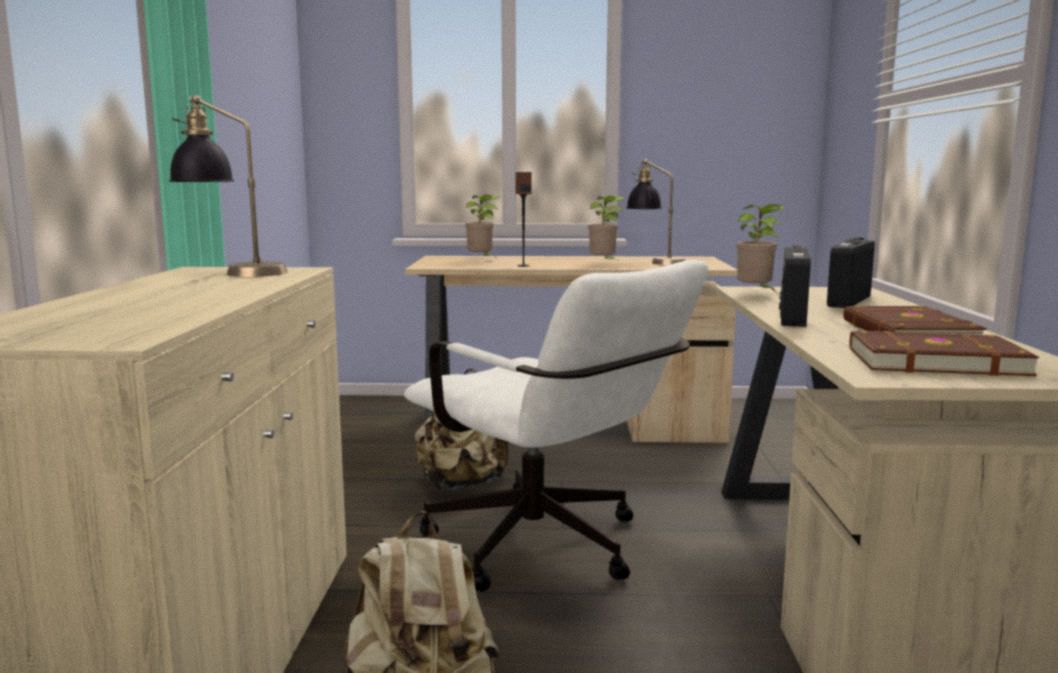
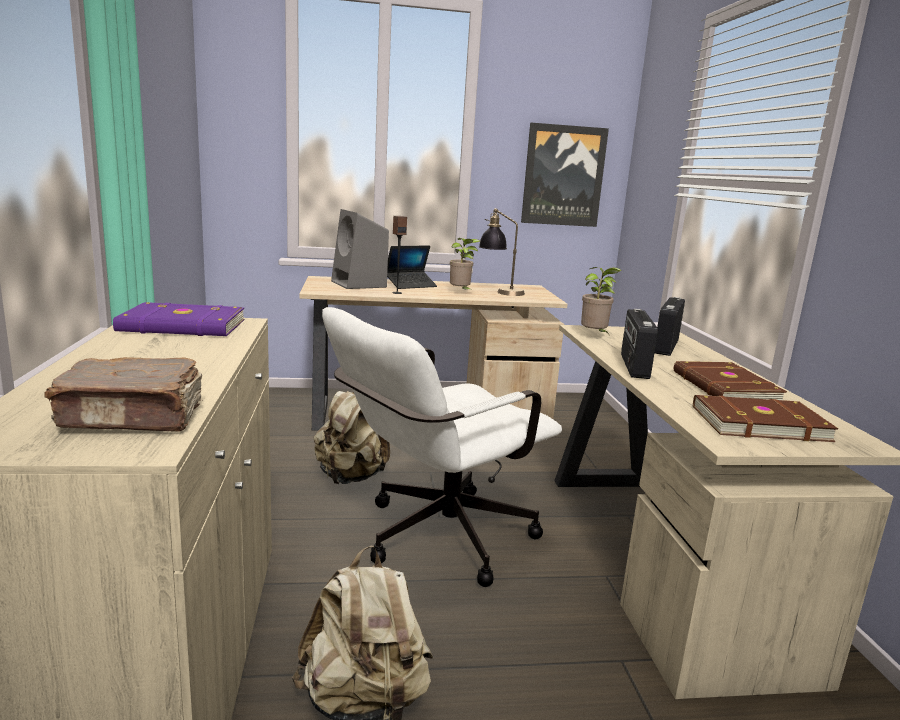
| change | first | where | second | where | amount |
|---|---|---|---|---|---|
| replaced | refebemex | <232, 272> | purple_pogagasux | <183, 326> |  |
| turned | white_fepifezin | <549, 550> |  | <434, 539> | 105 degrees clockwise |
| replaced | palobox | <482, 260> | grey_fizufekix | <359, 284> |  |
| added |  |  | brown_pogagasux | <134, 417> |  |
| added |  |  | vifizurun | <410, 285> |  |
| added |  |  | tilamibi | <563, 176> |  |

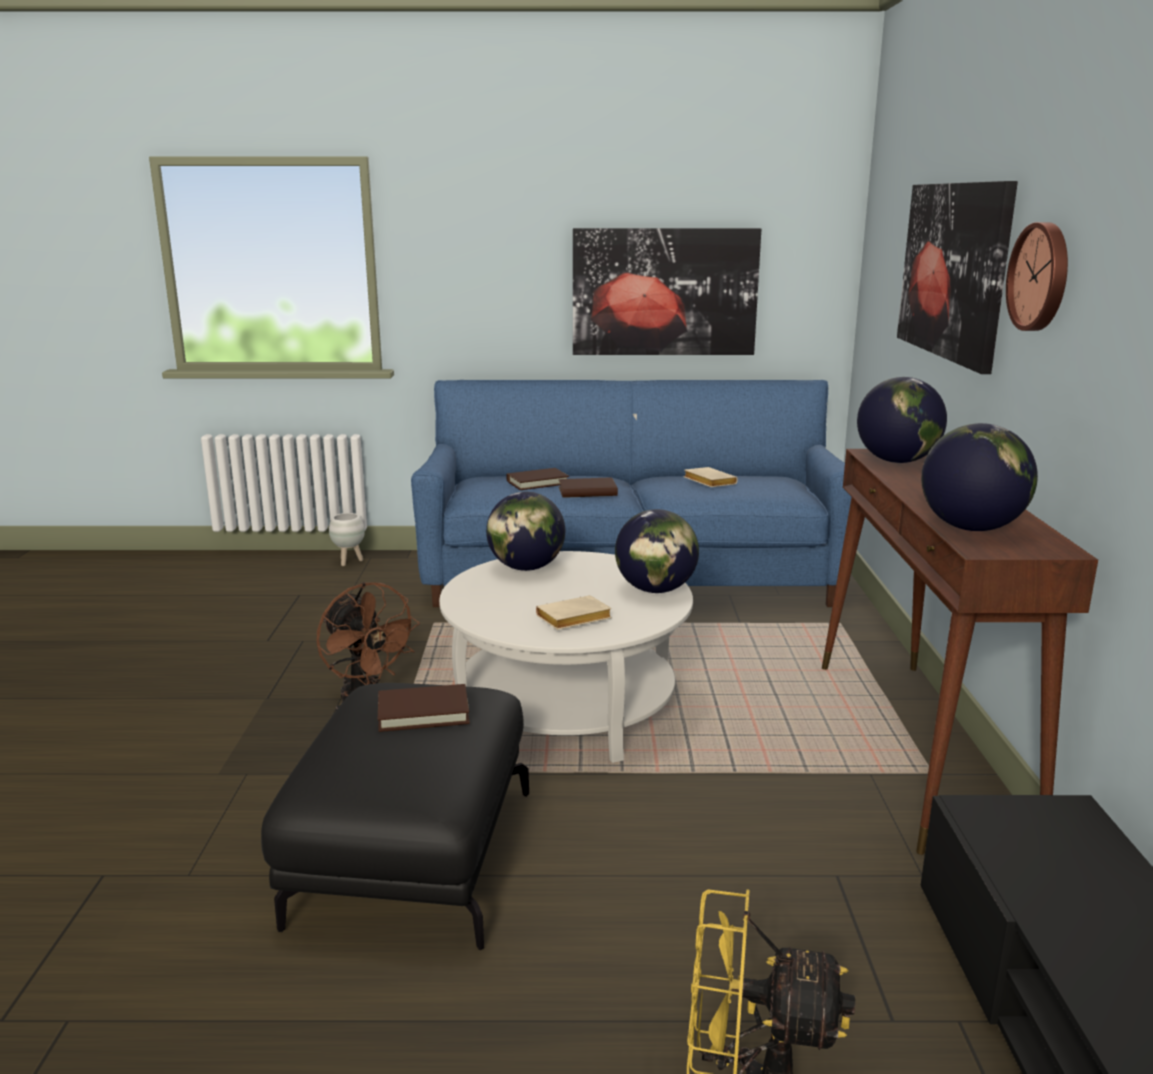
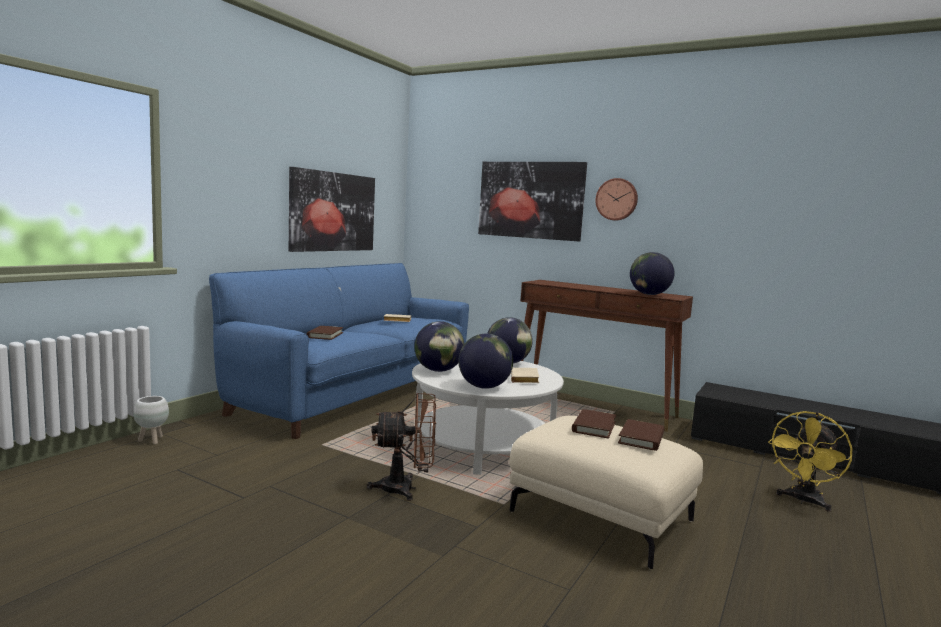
| change | first | where | second | where | amount |
|---|---|---|---|---|---|
| recoloured | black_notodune | <411, 855> | beige_notodune | <599, 517> |  |
| moved | brown_pogagasux | <587, 492> |  | <641, 438> |  |
| moved | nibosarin | <897, 461> |  | <484, 387> |  |

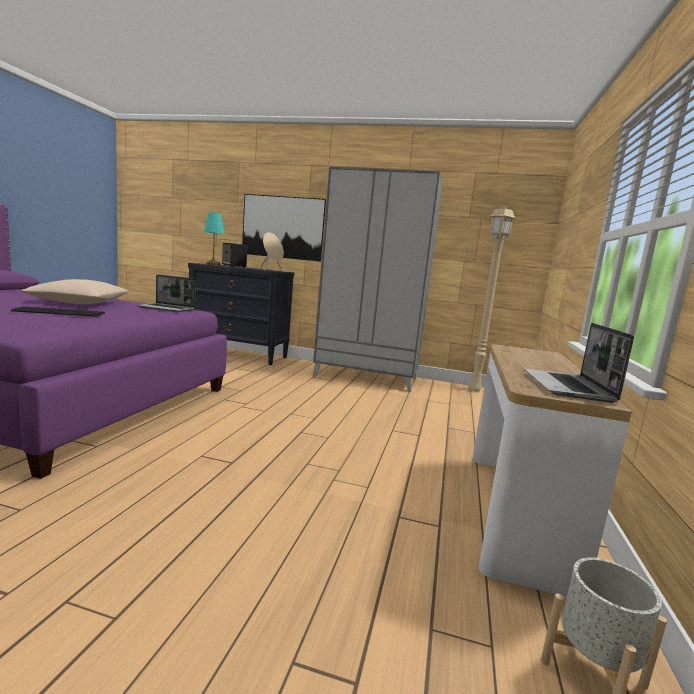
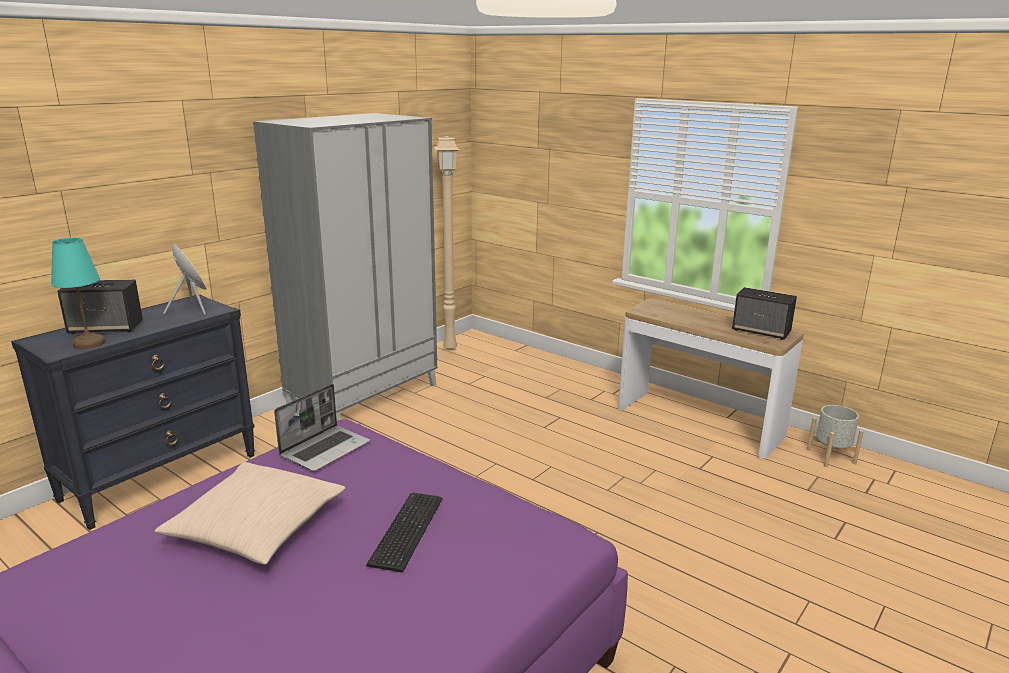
| change | first | where | second | where | amount |
|---|---|---|---|---|---|
| removed | tilamibi | <282, 227> |  |  |  |
| replaced | vifizurun | <568, 387> | fizufekix | <761, 331> |  |

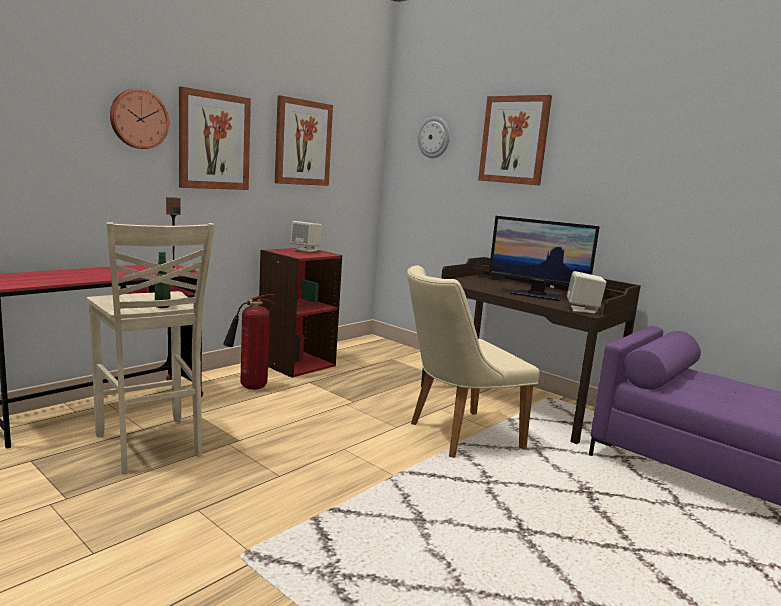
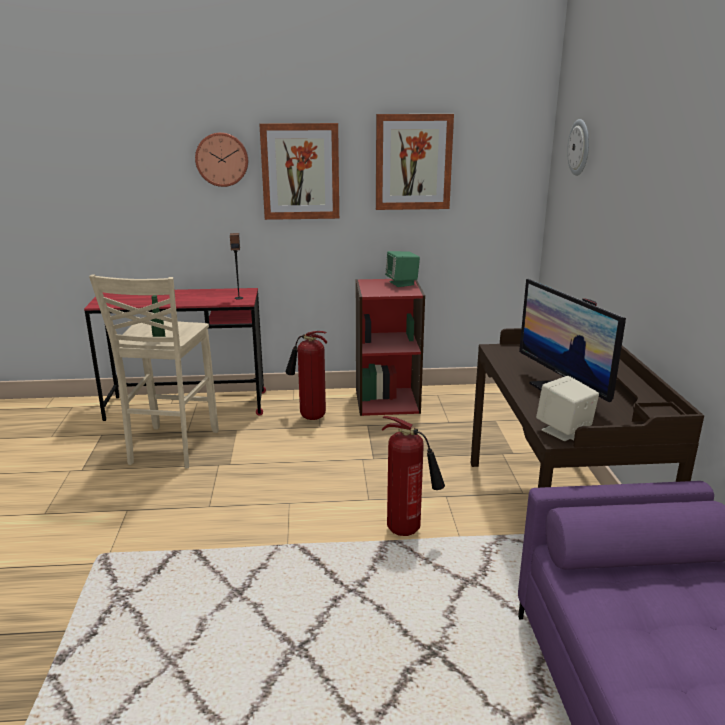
| change | first | where | second | where | amount |
|---|---|---|---|---|---|
| recoloured | beige_fizufekix | <306, 250> | green_fizufekix | <402, 283> |  |
| replaced | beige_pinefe | <455, 436> | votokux | <408, 530> |  |
| removed | tilamibi | <514, 140> |  |  |  |

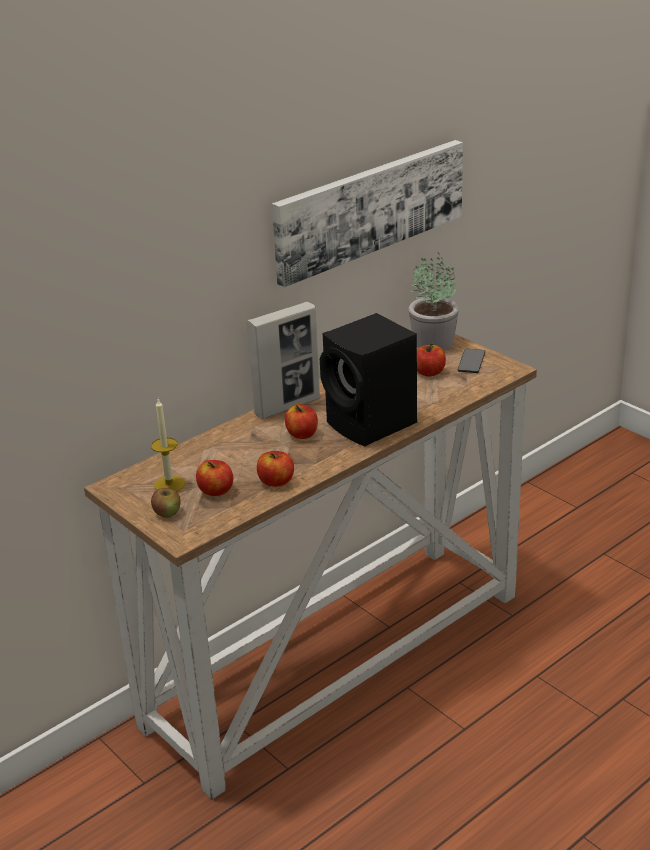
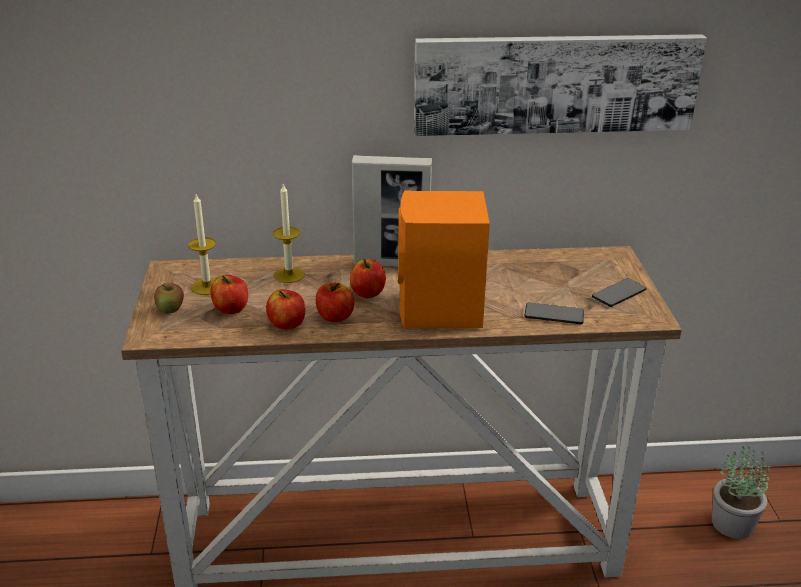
| change | first | where | second | where | amount |
|---|---|---|---|---|---|
| recoloured | black_fizufekix | <372, 425> | orange_fizufekix | <440, 312> |  |
| moved | palobox | <432, 341> |  | <732, 522> |  |
| moved | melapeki | <429, 372> |  | <335, 316> |  |
| added |  |  | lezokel | <289, 275> |  |
| added |  |  | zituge | <554, 315> |  |

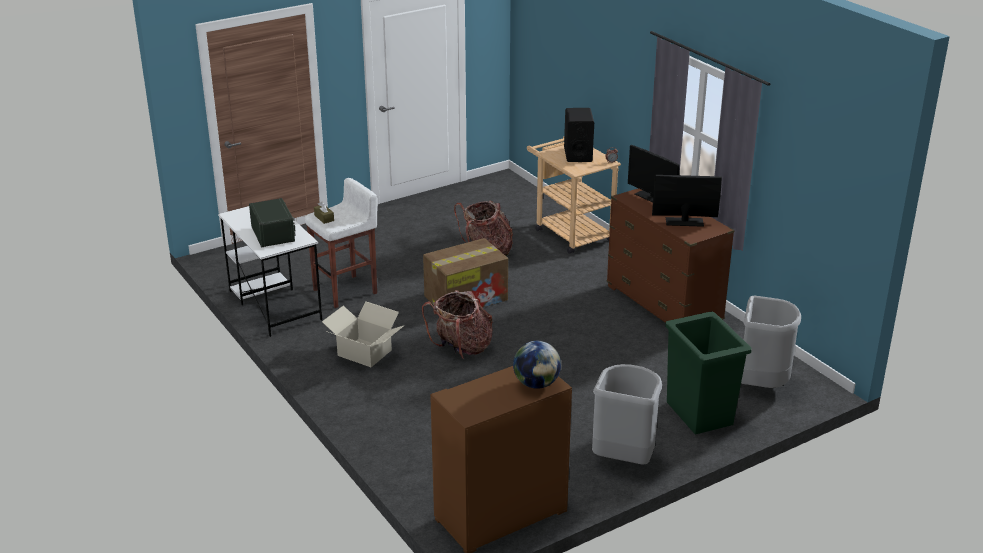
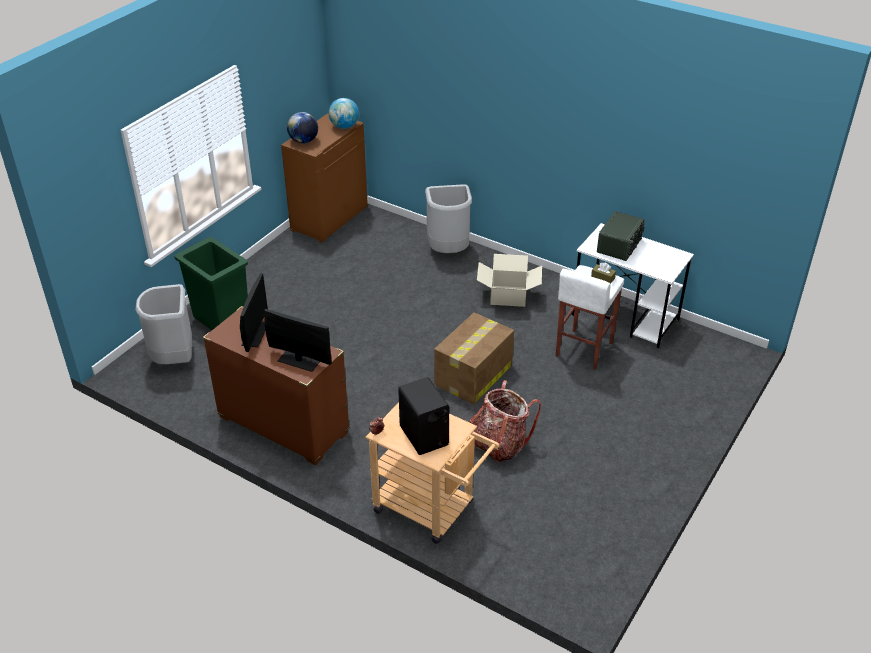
| change | first | where | second | where | amount |
|---|---|---|---|---|---|
| turned | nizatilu | <274, 234> |  | <620, 246> | 105 degrees counterclockwise |
| removed | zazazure | <462, 348> |  |  |  |
| moved | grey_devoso | <624, 459> |  | <448, 251> |  |
| turned | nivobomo | <684, 222> |  | <255, 334> | 60 degrees counterclockwise |
| added |  |  | nibosarin | <344, 126> |  |

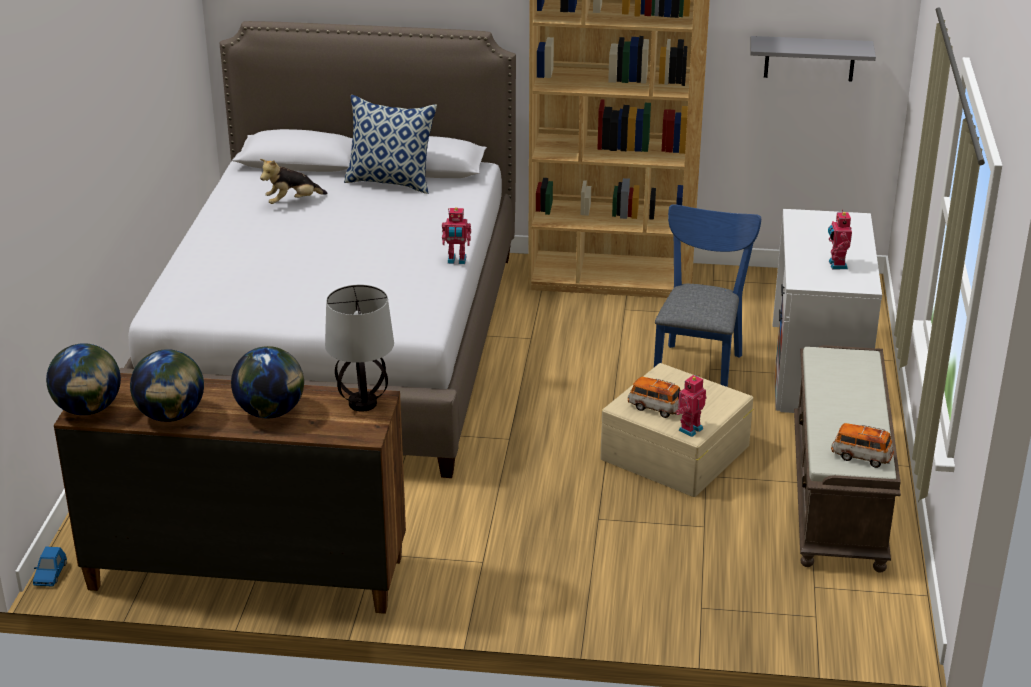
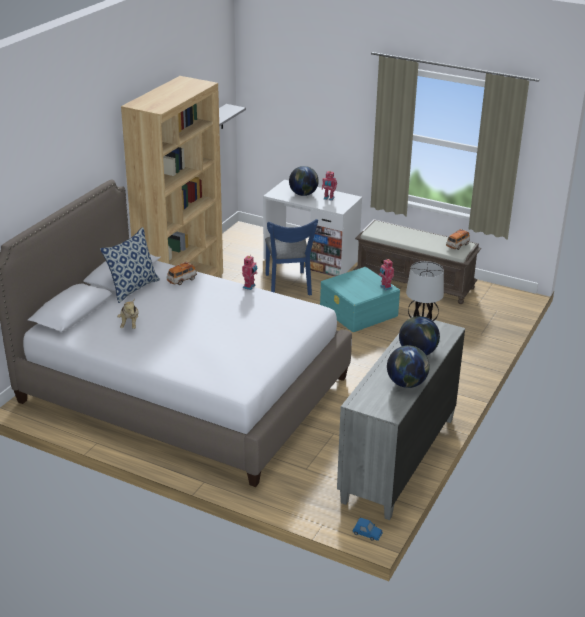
| change | first | where | second | where | amount |
|---|---|---|---|---|---|
| moved | nibosarin | <88, 409> |  | <303, 194> |  |
| recoloured | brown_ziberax | <245, 572> | grey_ziberax | <398, 459> |  |
| recoloured | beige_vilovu | <674, 452> | turquoise_vilovu | <359, 312> |  |
| moved | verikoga | <655, 408> |  | <181, 280> |  |
| turned | blue_pinefe | <698, 367> |  | <288, 287> | 135 degrees counterclockwise |

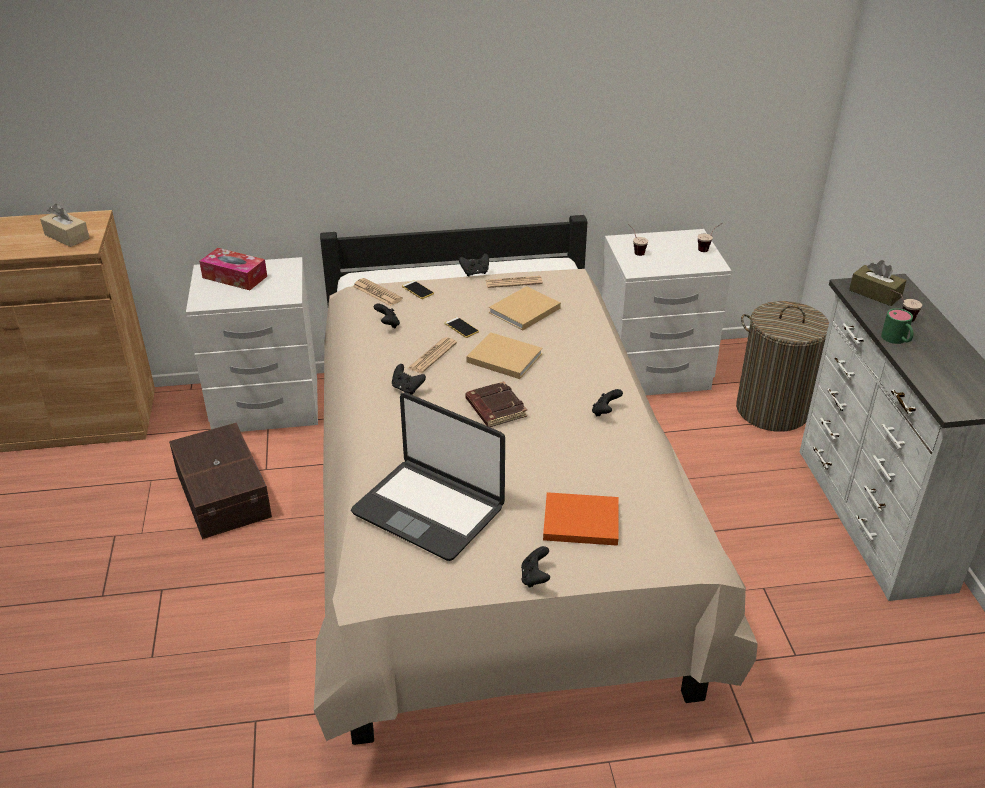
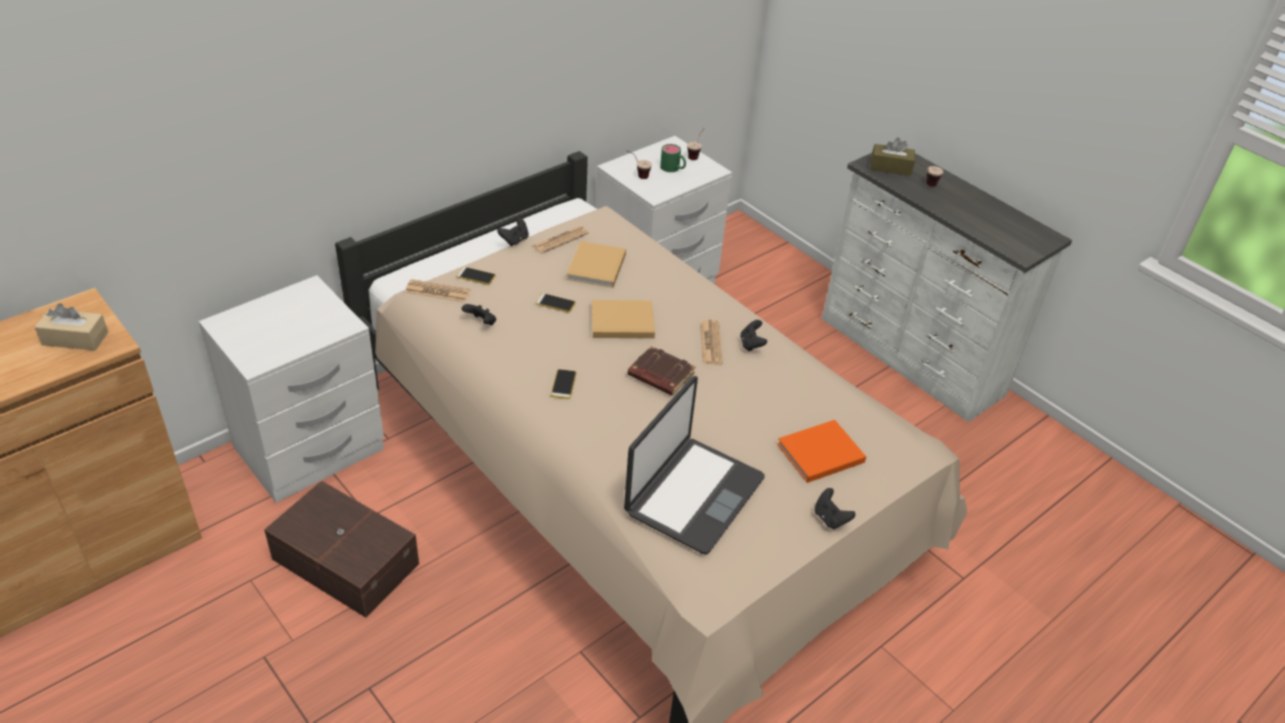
| change | first | where | second | where | amount |
|---|---|---|---|---|---|
| removed | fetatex | <235, 277> |  |  |  |
| turned | vifizurun | <429, 509> |  | <693, 495> | 60 degrees counterclockwise |
| replaced | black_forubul | <407, 389> | zituge | <563, 384> |  |
| moved | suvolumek | <432, 356> |  | <711, 343> |  |
| removed | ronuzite | <772, 410> |  |  |  |
| moved | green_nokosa | <897, 340> |  | <673, 168> |  |

